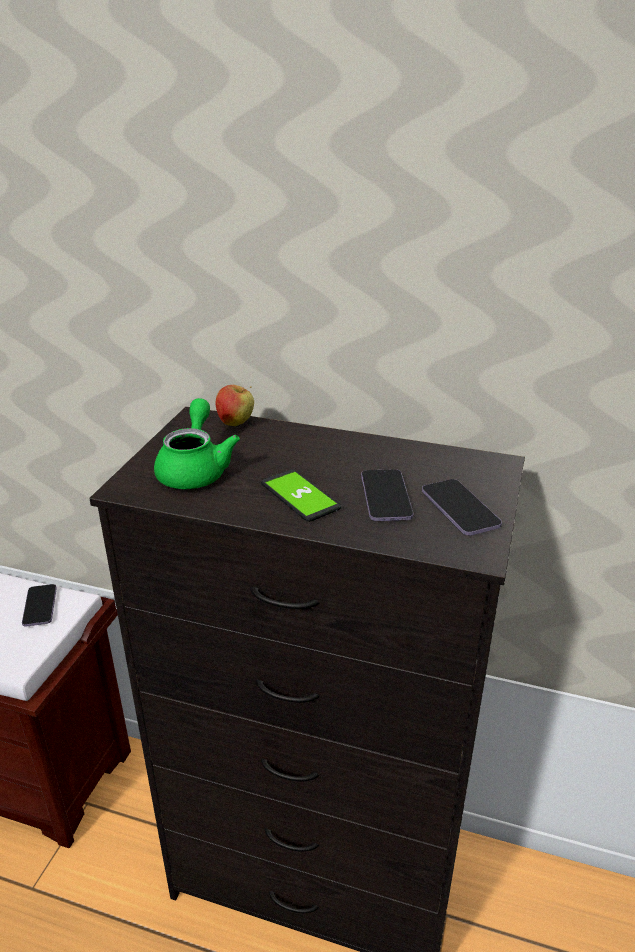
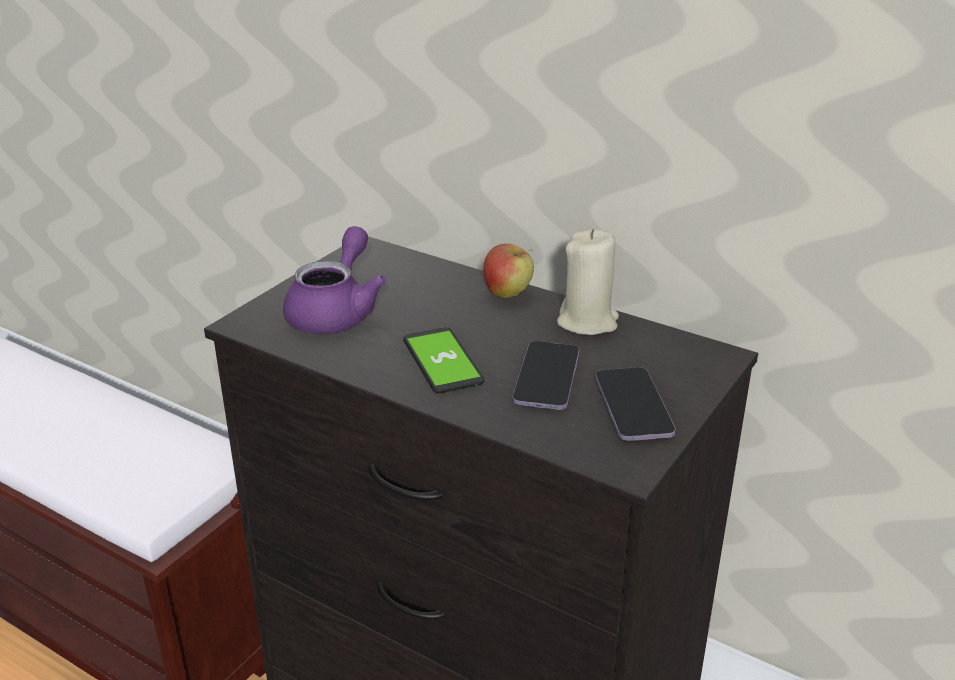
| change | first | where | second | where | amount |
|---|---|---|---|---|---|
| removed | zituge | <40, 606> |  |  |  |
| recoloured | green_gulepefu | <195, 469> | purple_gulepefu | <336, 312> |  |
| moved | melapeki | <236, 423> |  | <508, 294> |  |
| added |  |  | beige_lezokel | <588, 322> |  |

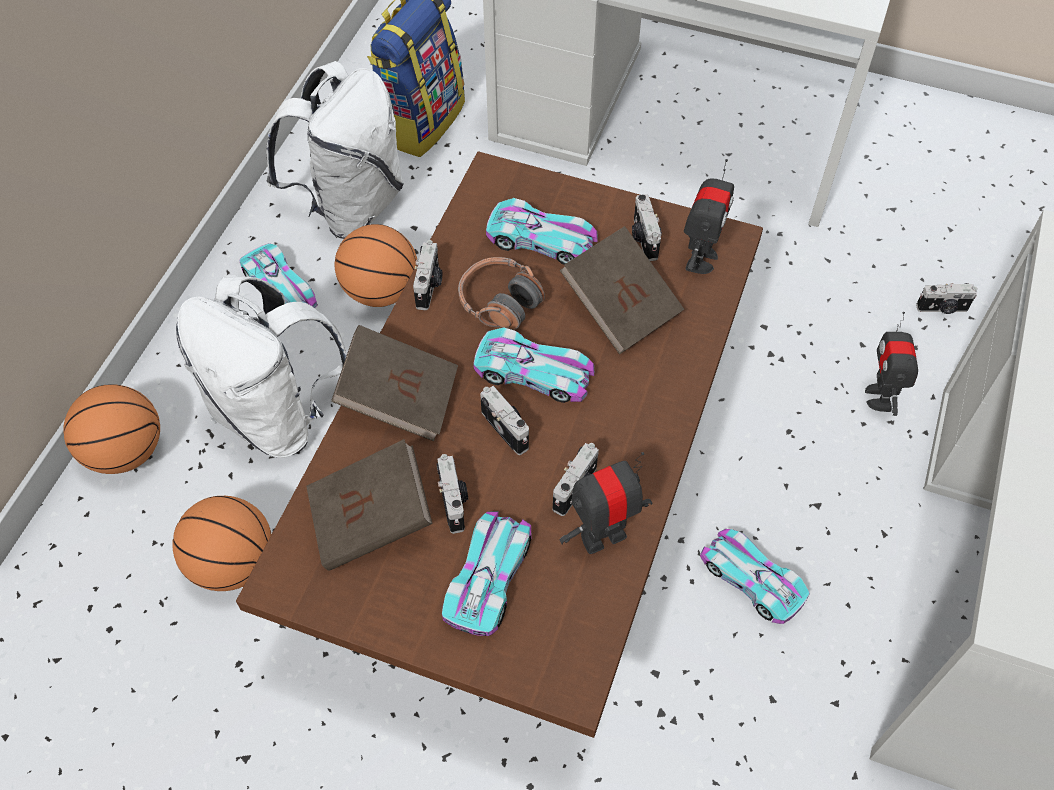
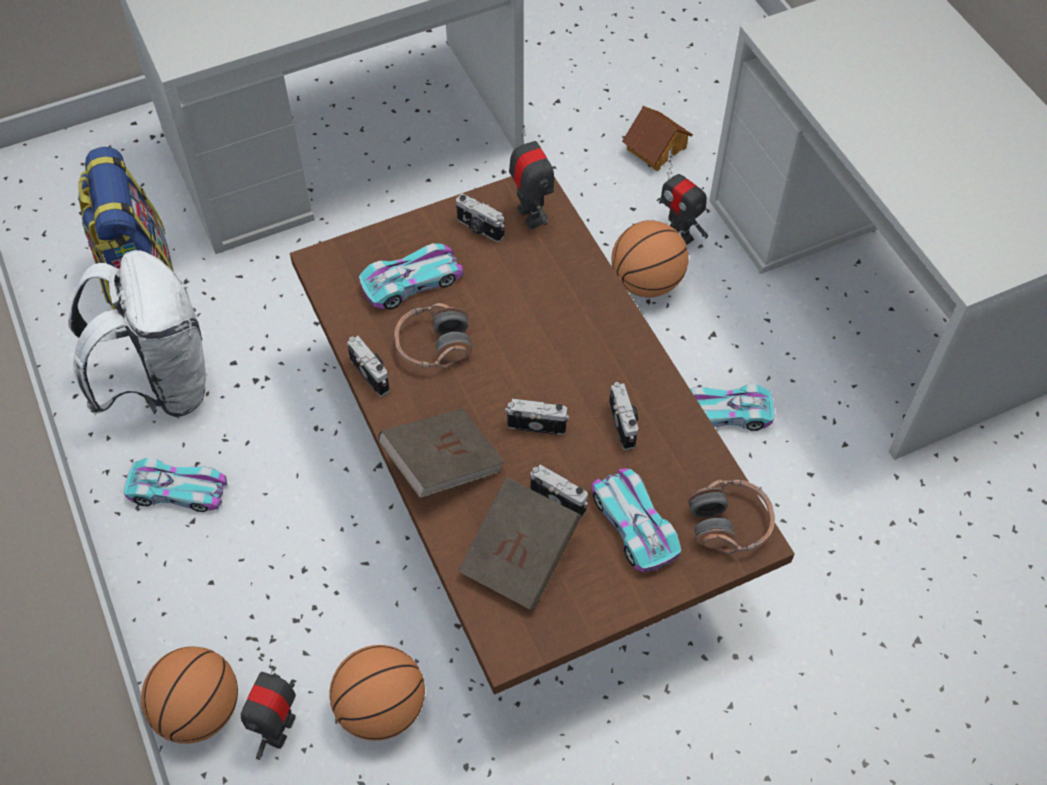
| change | first | where | second | where | amount |
|---|---|---|---|---|---|
| removed | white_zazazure | <278, 414> |  |  |  |
| moved | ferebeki | <380, 291> |  | <646, 282> |  |
| removed | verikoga | <534, 372> |  |  |  |
| moved | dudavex | <603, 536> |  | <279, 729> |  |
| removed | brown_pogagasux | <621, 306> |  |  |  |
| replaced | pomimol | <942, 309> | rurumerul | <655, 147> |  |
| added |  |  | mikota | <729, 524> |  |

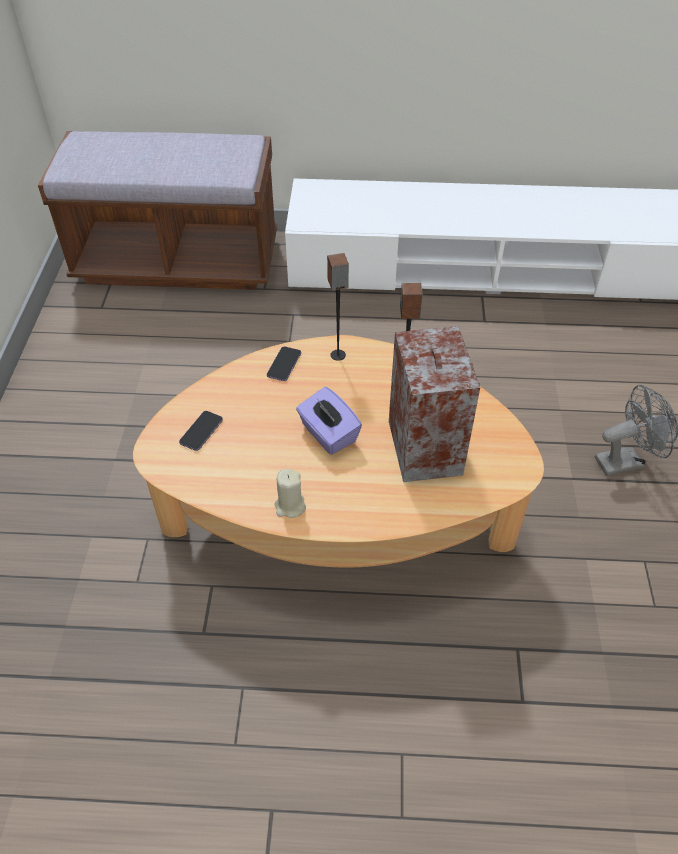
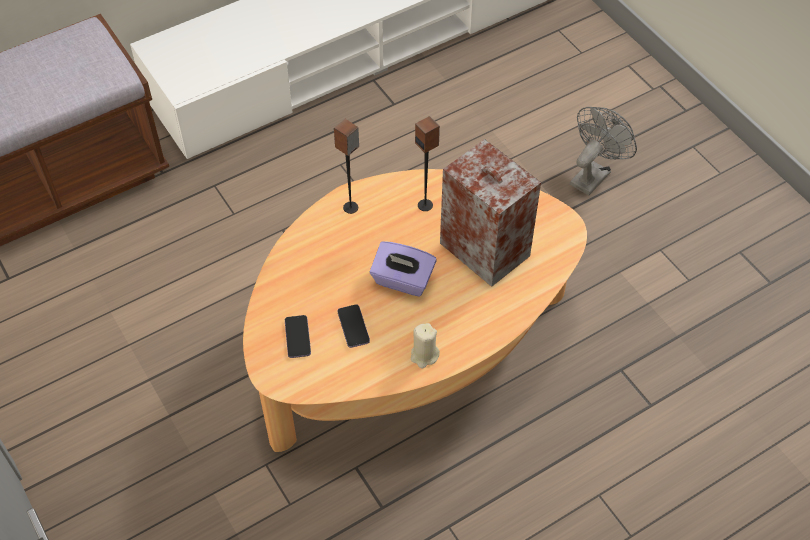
| change | first | where | second | where | amount |
|---|---|---|---|---|---|
| moved | zituge | <284, 365> |  | <353, 327> |  |

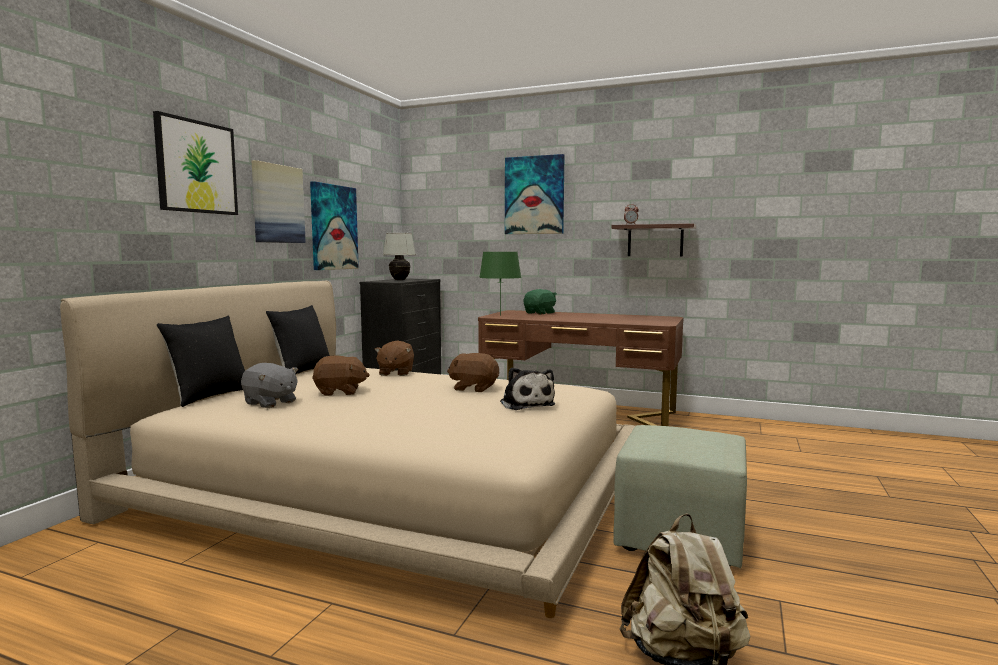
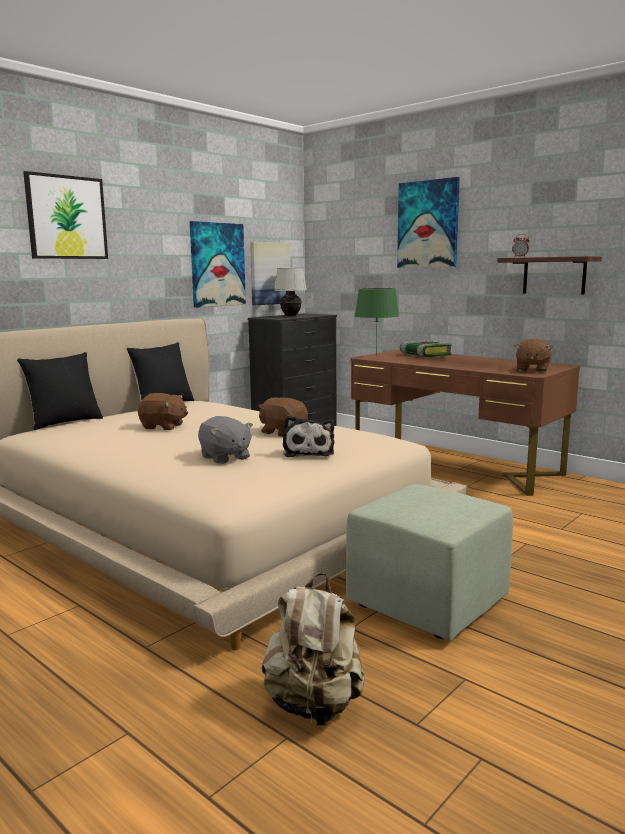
| change | first | where | second | where | amount |
|---|---|---|---|---|---|
| moved | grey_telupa | <270, 403> |  | <225, 457> |  |
| moved | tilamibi | <277, 204> |  | <269, 273> |  |
| moved | brown_telupa | <395, 373> |  | <532, 370> |  |
| replaced | green_telupa | <540, 313> | pogagasux | <424, 355> |  |

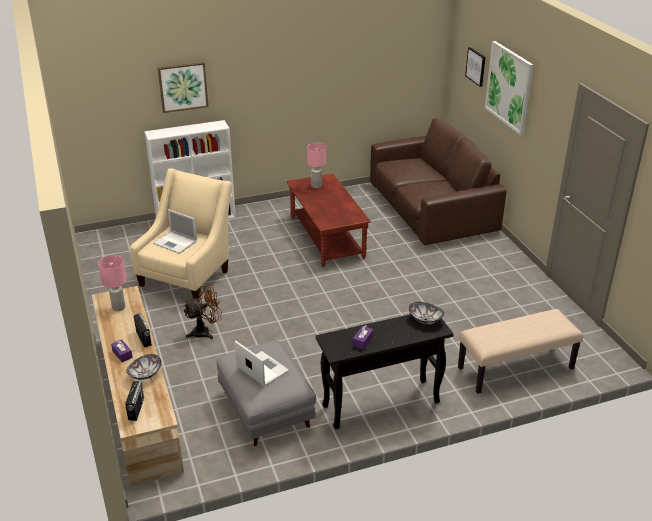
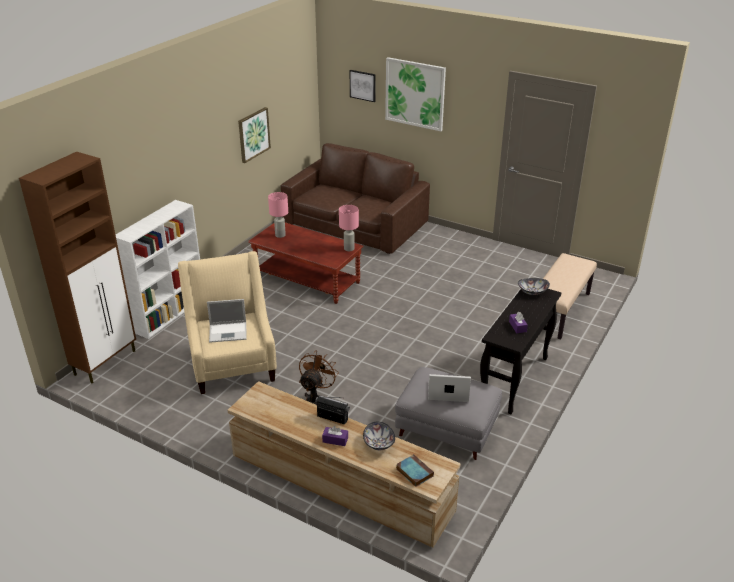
| change | first | where | second | where | amount |
|---|---|---|---|---|---|
| moved | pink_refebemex | <118, 307> |  | <348, 248> |  |
| replaced | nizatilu | <136, 409> | pogagasux | <413, 472> |  |
| moved | tilamibi | <183, 87> |  | <253, 134> |  |
| added |  |  | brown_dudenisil | <106, 362> |  |

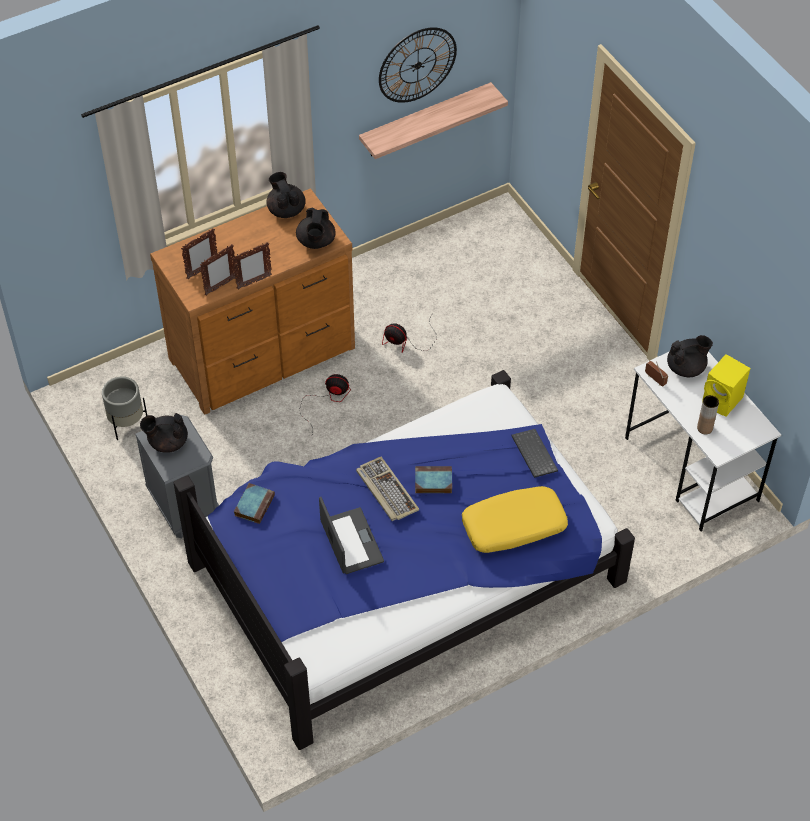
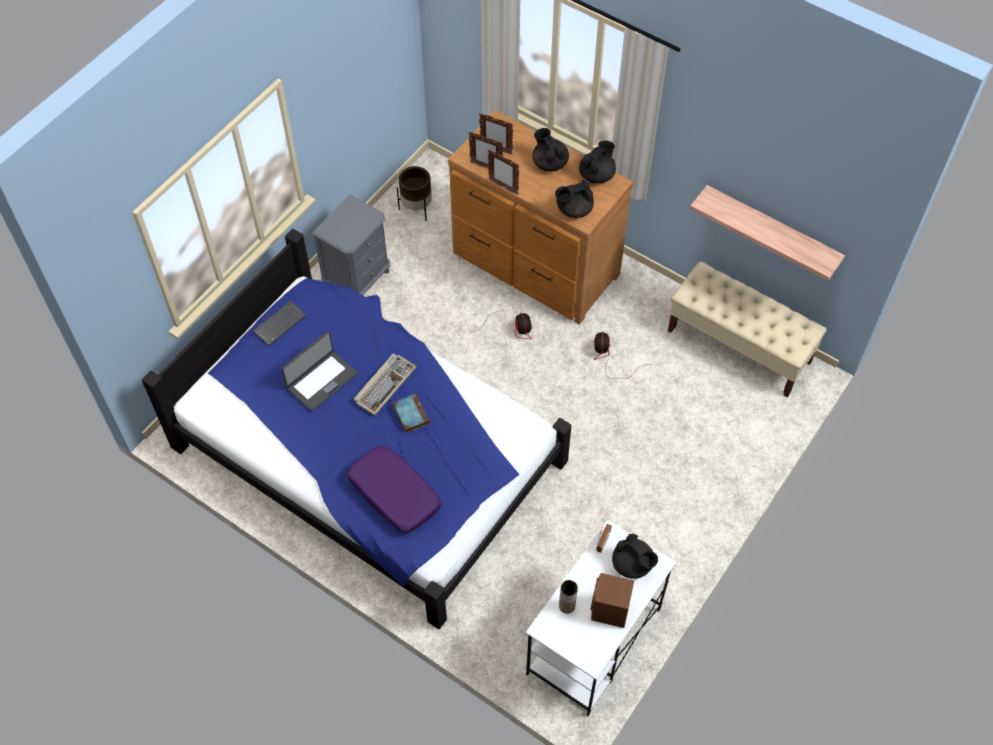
| change | first | where | second | where | amount |
|---|---|---|---|---|---|
| recoloured | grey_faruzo | <127, 424> | brown_faruzo | <417, 209> |  |
| moved | black_gulepefu | <167, 442> |  | <549, 163> |  |
| removed | pogagasux | <254, 504> |  |  |  |
| removed | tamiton | <417, 65> |  |  |  |
| recoloured | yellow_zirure | <514, 527> | purple_zirure | <394, 494> |  |
| moved | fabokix | <533, 454> |  | <279, 323> |  |
| recoloured | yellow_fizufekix | <723, 401> | brown_fizufekix | <609, 611> |  |
| added |  |  | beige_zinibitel | <739, 346> |  |

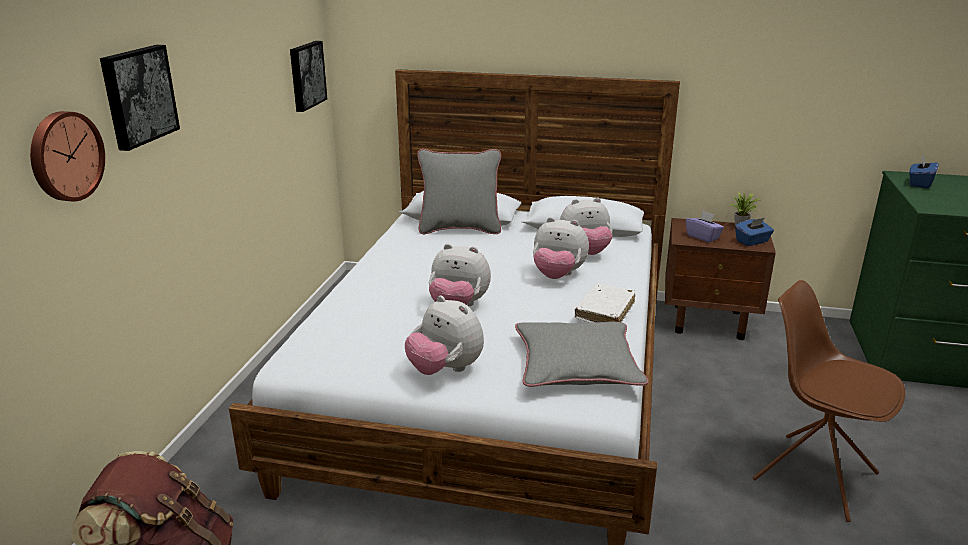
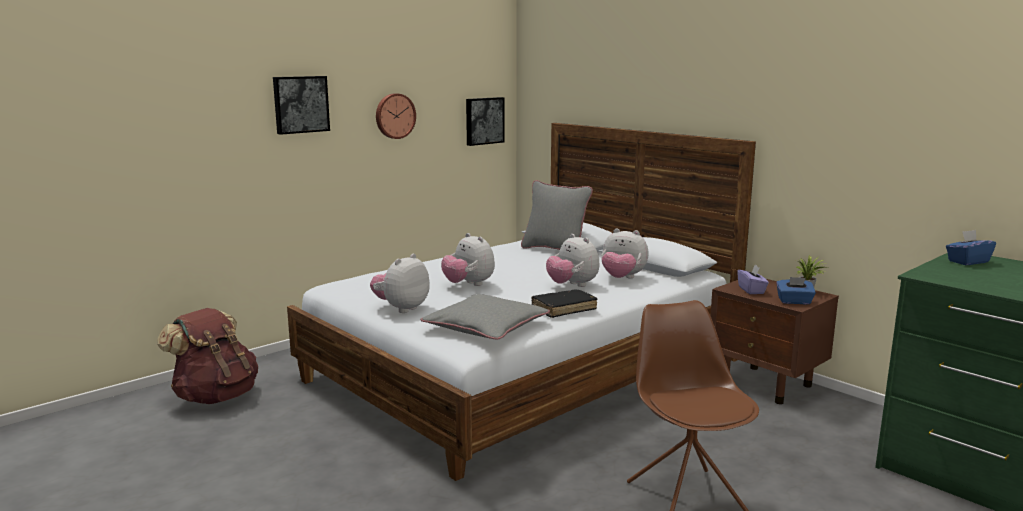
| change | first | where | second | where | amount |
|---|---|---|---|---|---|
| moved | tamiton | <64, 156> |  | <394, 116> |  |
| turned | telupa | <445, 370> |  | <401, 308> | 45 degrees clockwise |
| recoloured | white_pogagasux | <605, 312> | black_pogagasux | <564, 309> |  |

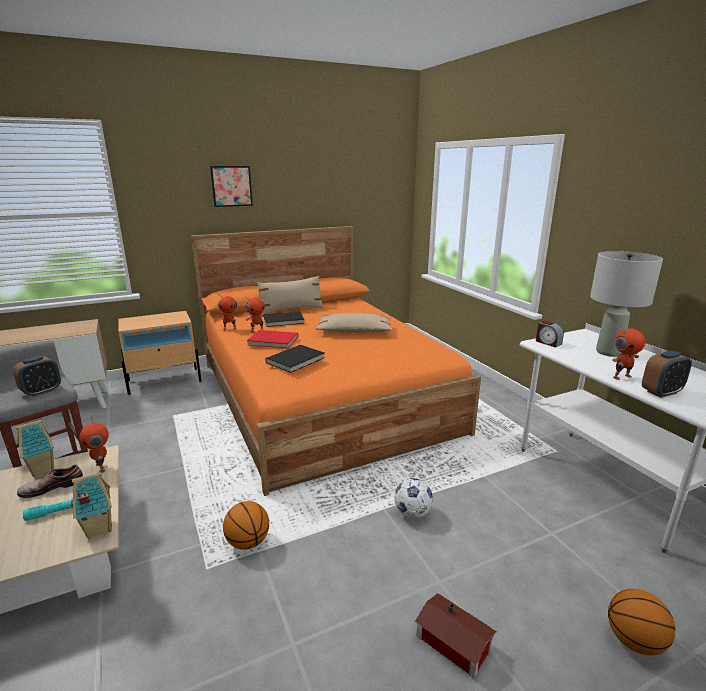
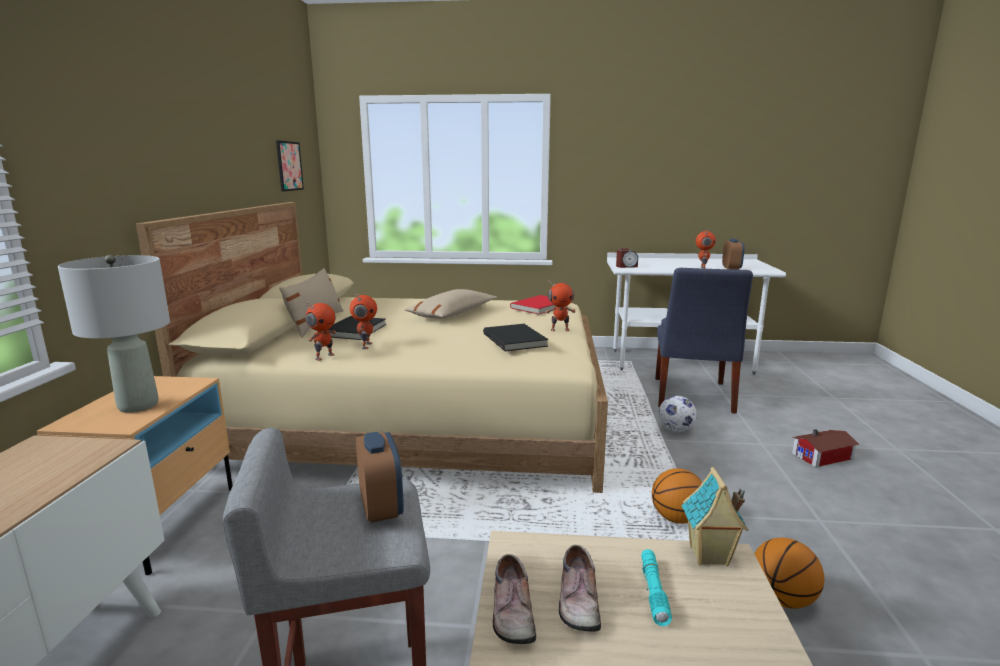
| change | first | where | second | where | amount |
|---|---|---|---|---|---|
| replaced | rurumerul | <43, 469> | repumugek | <510, 611> |  |
| moved | dudavex | <102, 467> |  | <560, 329> |  |
| recoloured | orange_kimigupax | <321, 395> | beige_kimigupax | <418, 416> |  |
| moved | tilamibi | <231, 186> |  | <289, 166> |  |
| moved | red_pogagasux | <273, 341> |  | <540, 307> |  |
| moved | grey_refebemex | <609, 352> |  | <139, 405> |  |
| moved | ferebeki | <634, 641> |  | <782, 599> |  |
| added |  |  | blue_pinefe | <692, 396> |  |

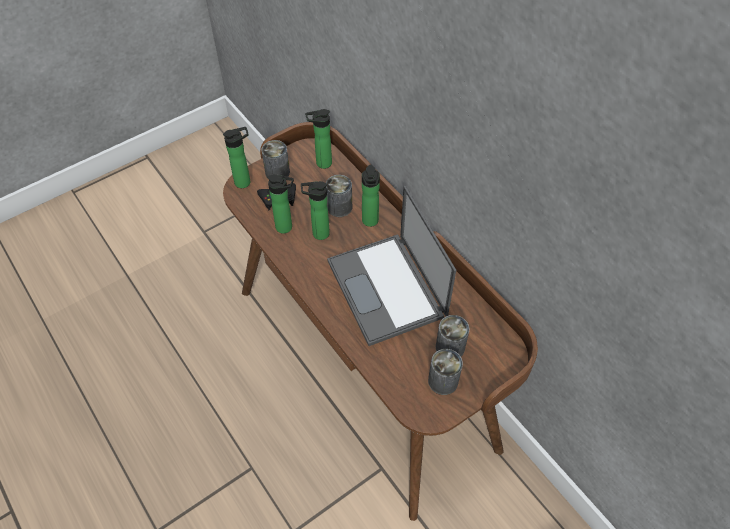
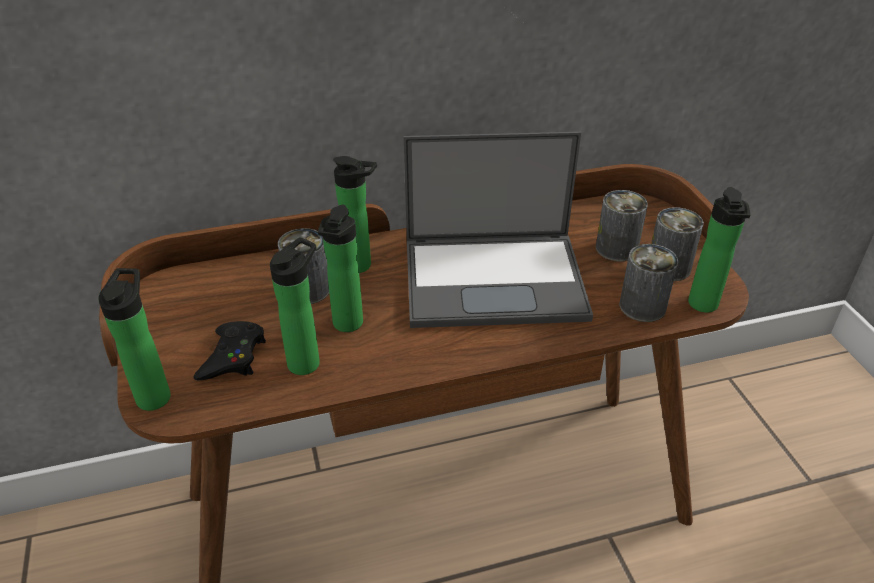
| change | first | where | second | where | amount |
|---|---|---|---|---|---|
| moved | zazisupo | <277, 172> |  | <642, 306> |  |
| moved | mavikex | <321, 163> |  | <704, 306> |  |

